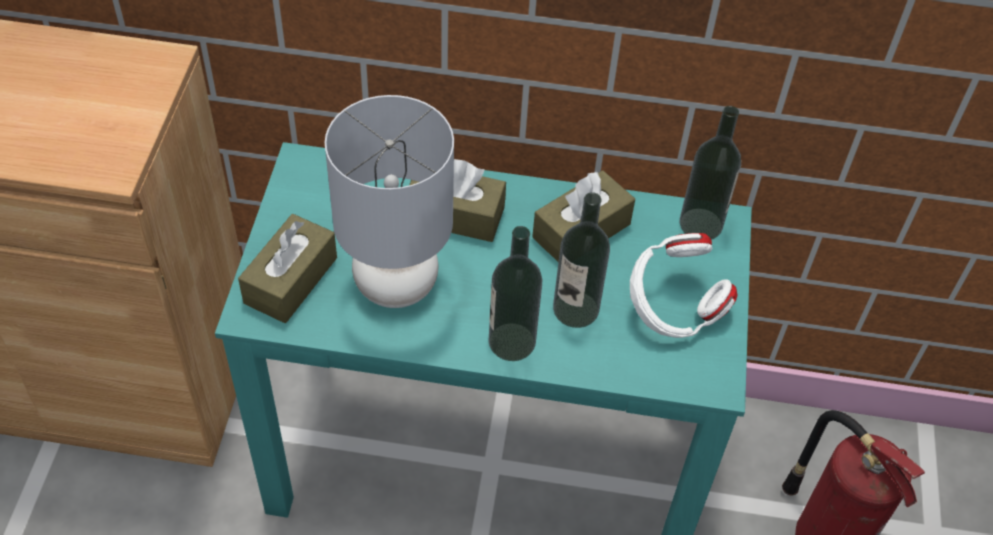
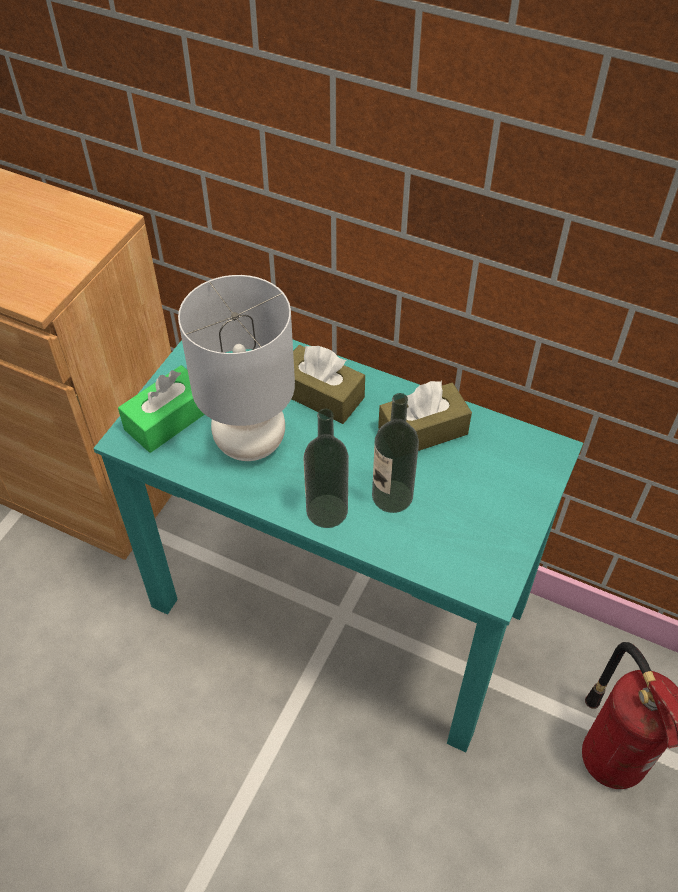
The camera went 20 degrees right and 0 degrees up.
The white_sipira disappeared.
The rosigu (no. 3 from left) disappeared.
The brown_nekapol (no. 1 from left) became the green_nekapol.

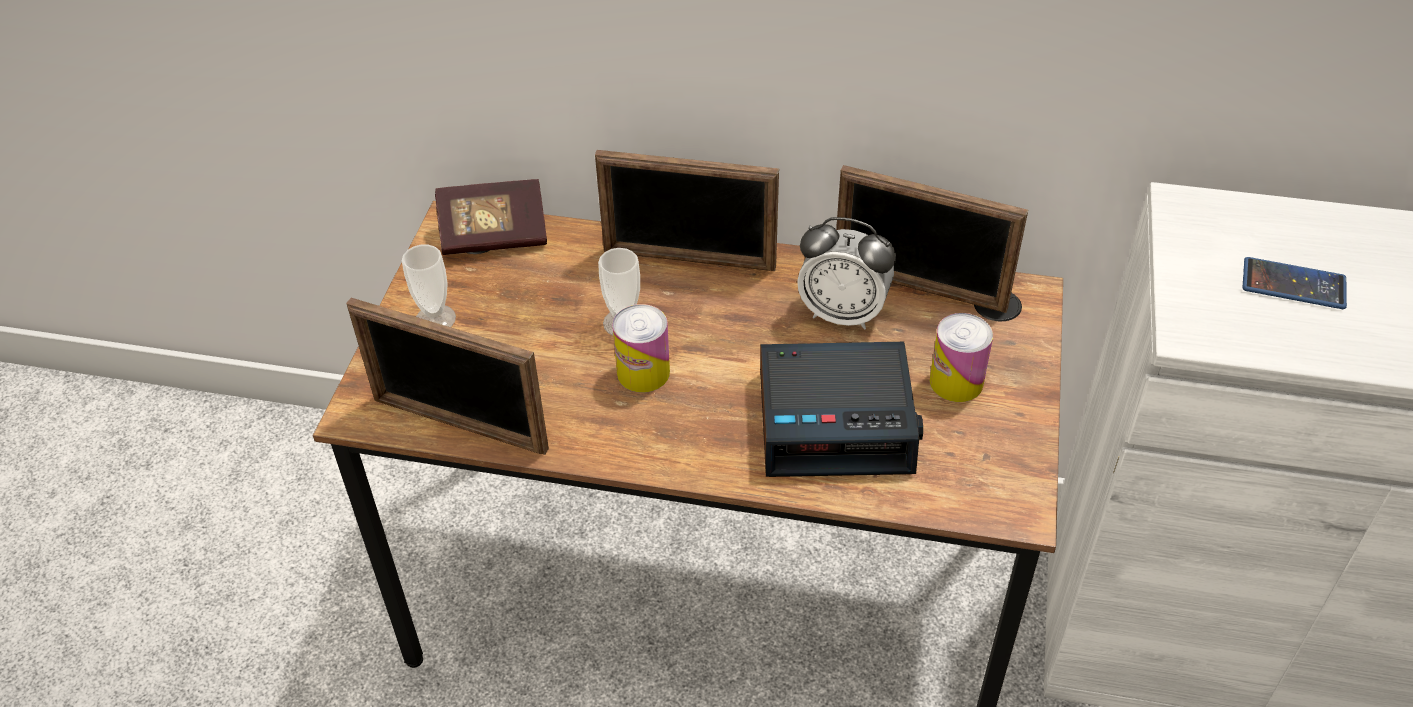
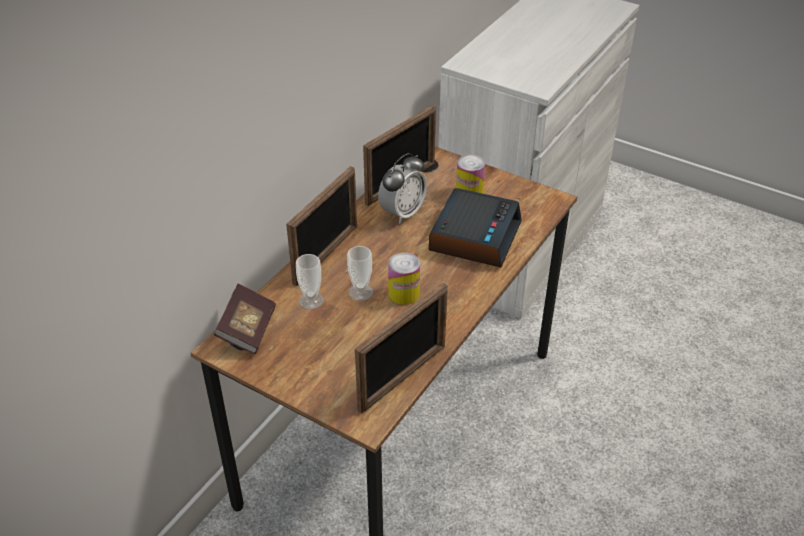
The camera went 70 degrees left and 5 degrees down.
The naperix disappeared.
The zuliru (no. 1 from left) moved.

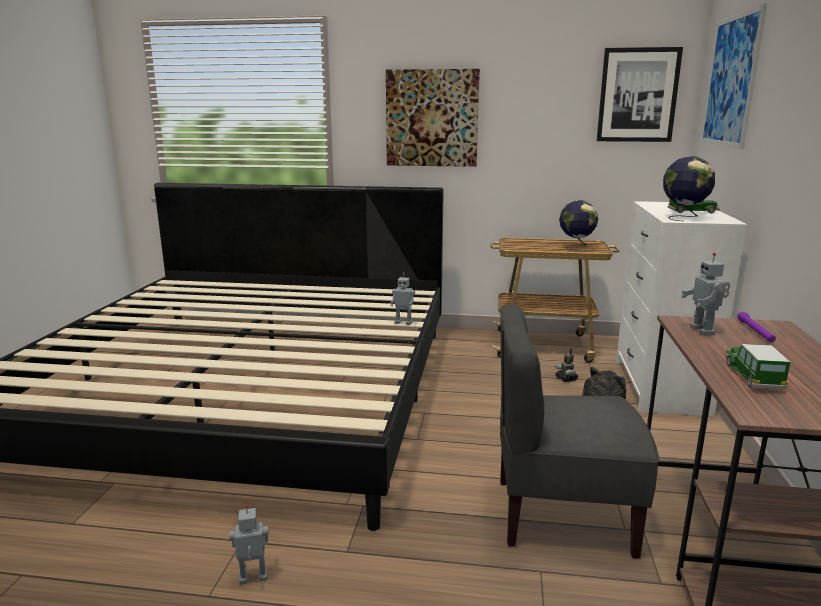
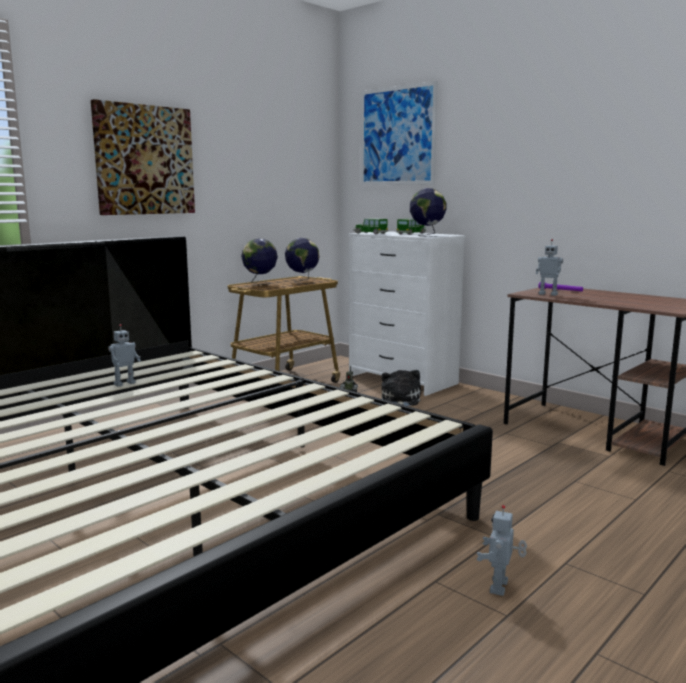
The camera went 55 degrees left and 5 degrees down.
The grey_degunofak disappeared.
The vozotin (no. 2 from left) disappeared.
The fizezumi (no. 1 from left) appeared.
The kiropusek (no. 2 from left in the first image) moved.
The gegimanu (no. 2 from left in the first image) moved.

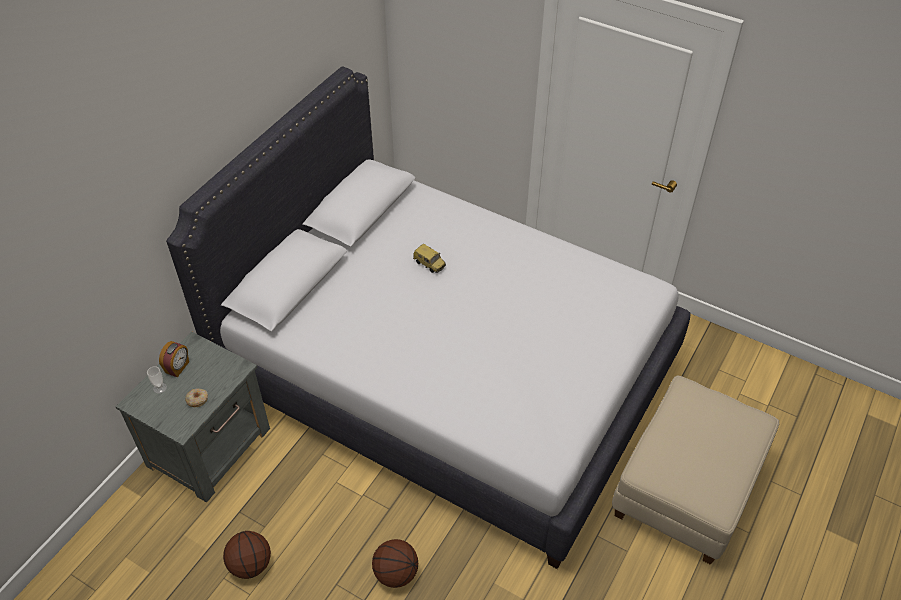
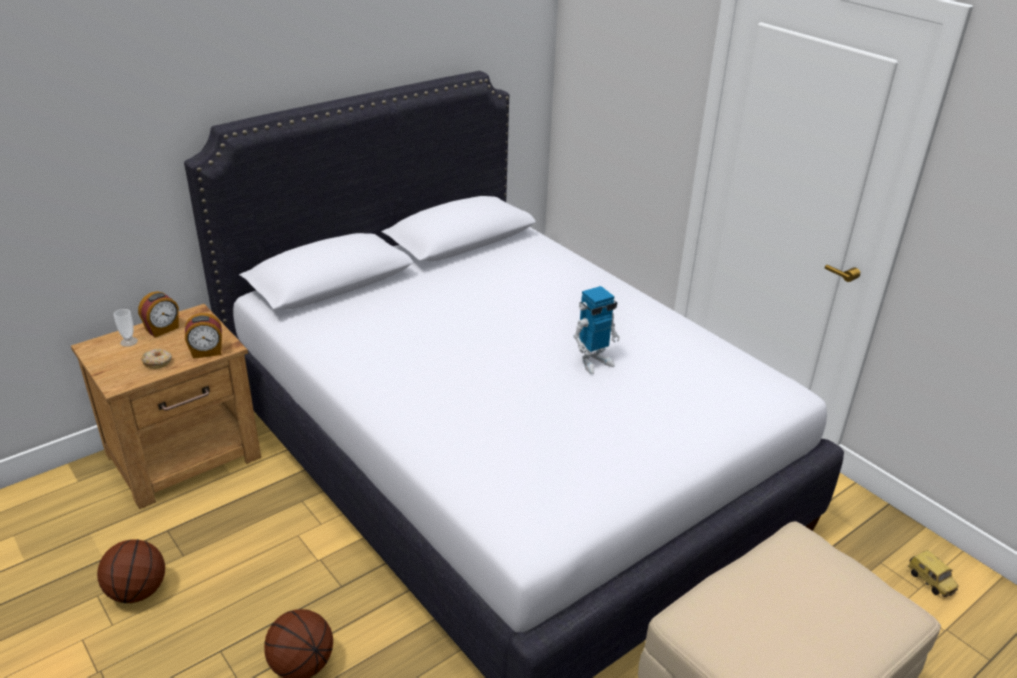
The camera went 20 degrees right and 15 degrees down.
The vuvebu (no. 2 from left) appeared.
The kiropusek appeared.
The gegimanu moved.
The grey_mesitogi became the brown_mesitogi.

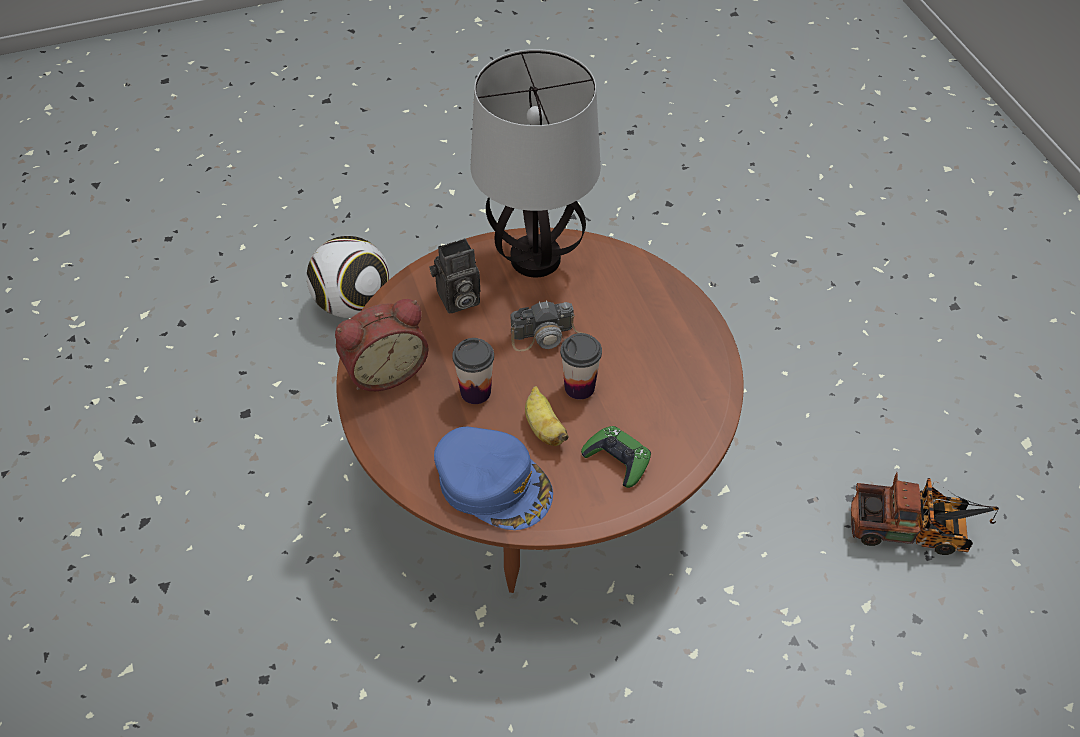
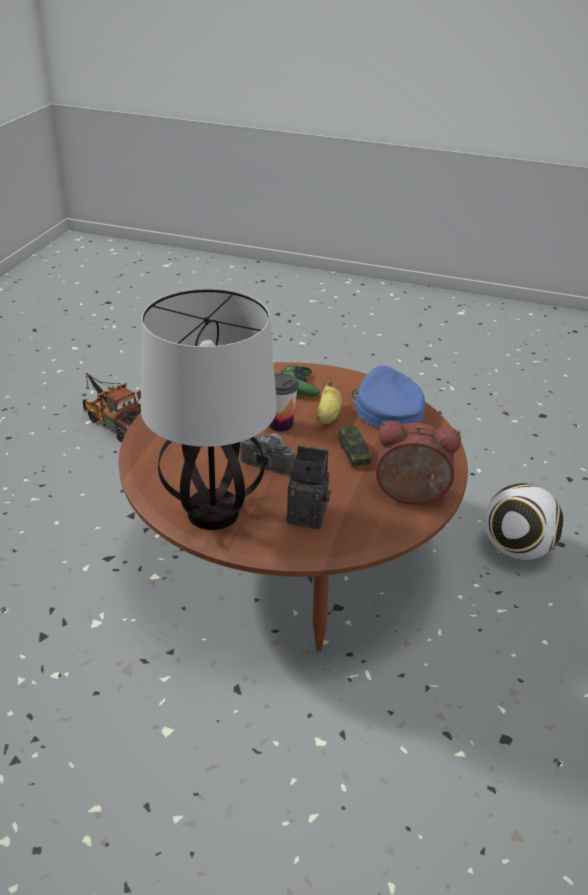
The camera went 145 degrees left and 15 degrees down.
The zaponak moved.
The zuliru (no. 1 from left) was replaced by the gegimanu.

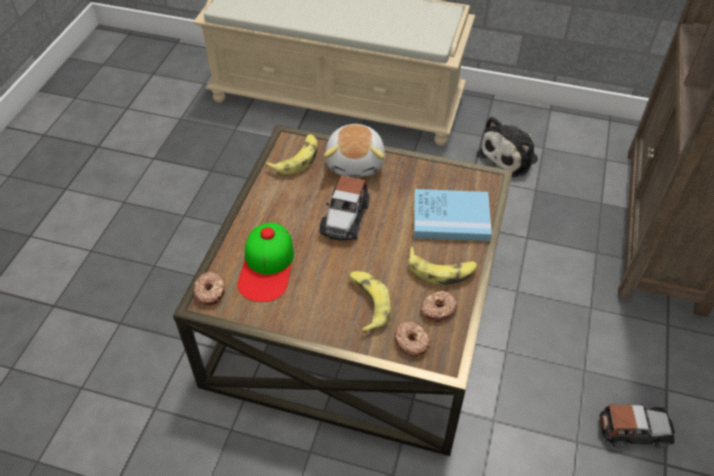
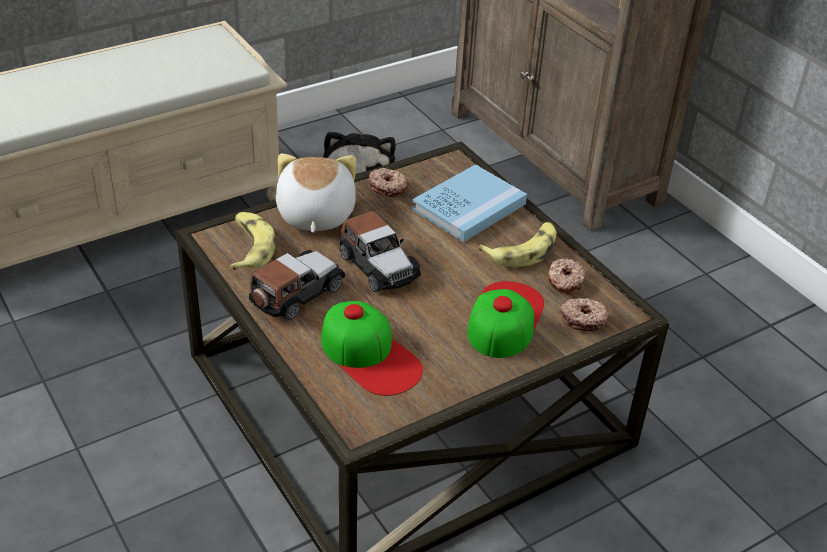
The camera went 50 degrees left and 10 degrees down.
The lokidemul (no. 1 from left) moved.
The gegimanu (no. 2 from left in the first image) moved.
The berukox (no. 2 from left) was replaced by the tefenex (no. 2 from left).
The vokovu (no. 1 from left) turned 135 degrees counterclockwise.

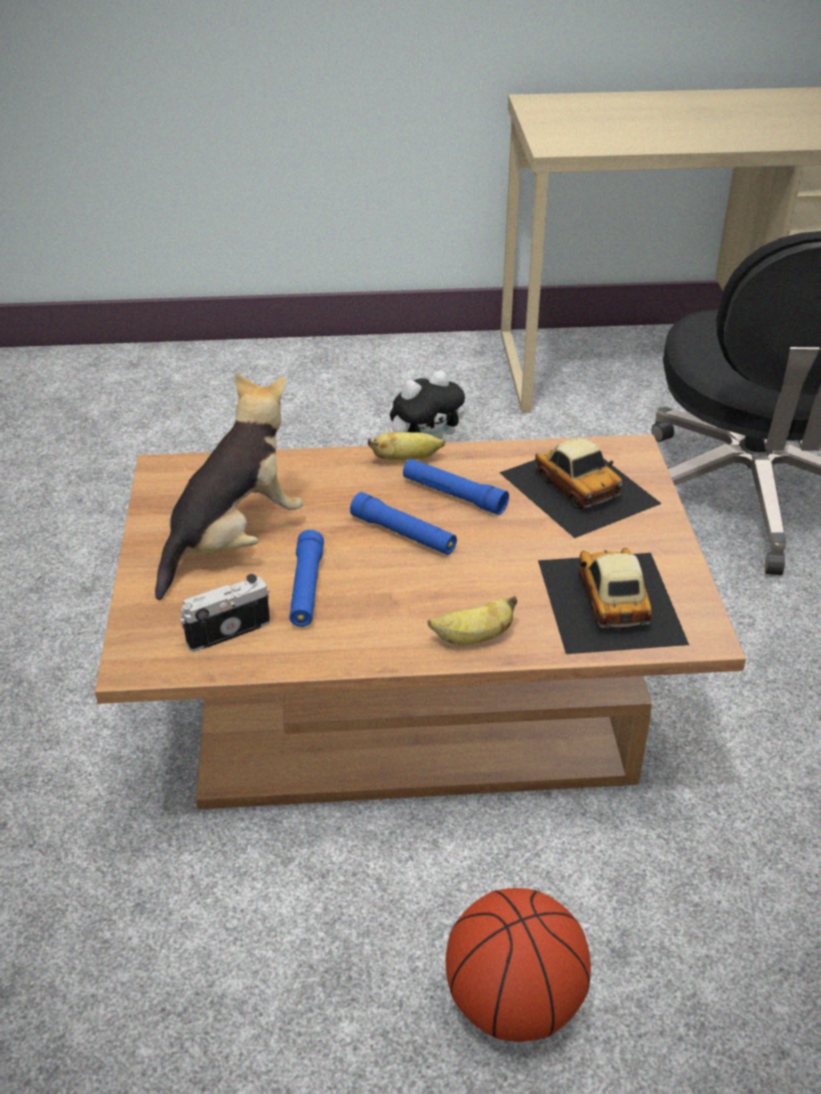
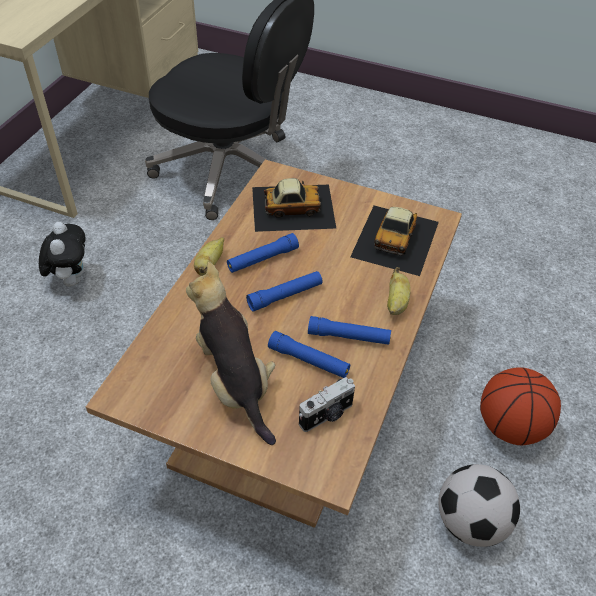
The camera went 65 degrees left and 10 degrees up.
The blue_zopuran (no. 4 from left) appeared.
The zaponak appeared.
The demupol turned 120 degrees counterclockwise.
The gegimanu (no. 2 from left) turned 90 degrees counterclockwise.

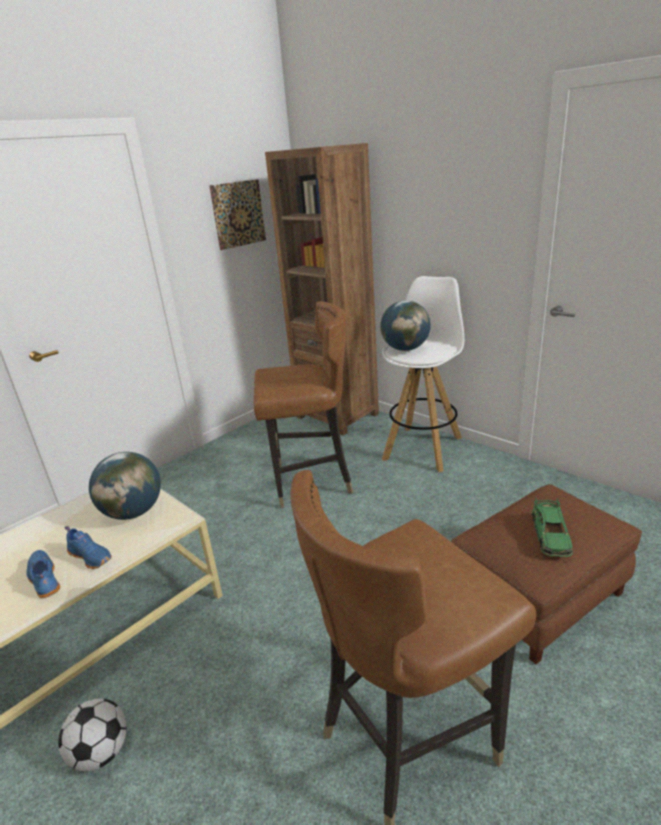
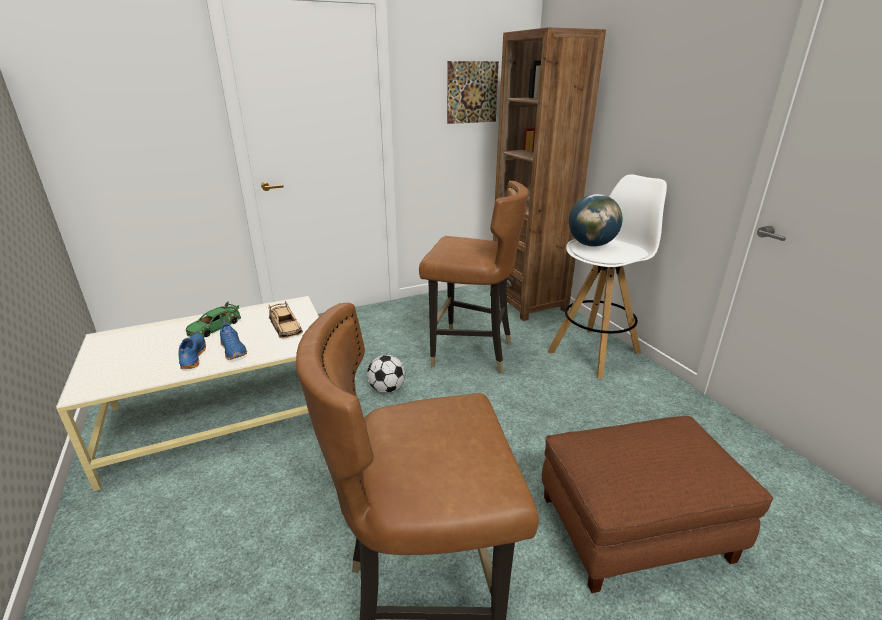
The camera went 20 degrees right and 0 degrees up.
The zaponak moved.
The green_gegimanu moved.
The fizezumi (no. 1 from left) was replaced by the beige_gegimanu.

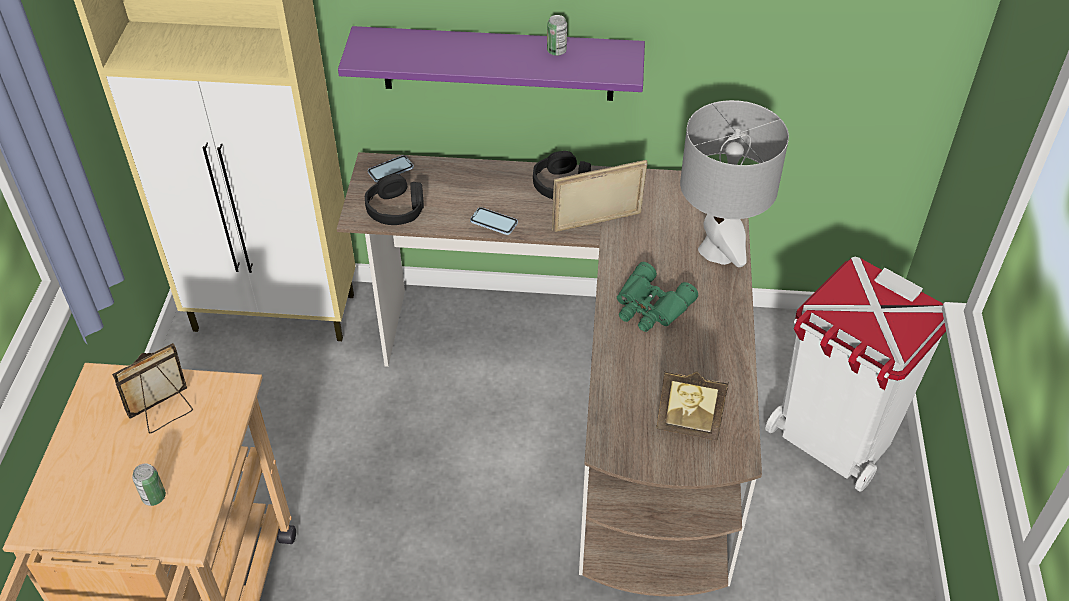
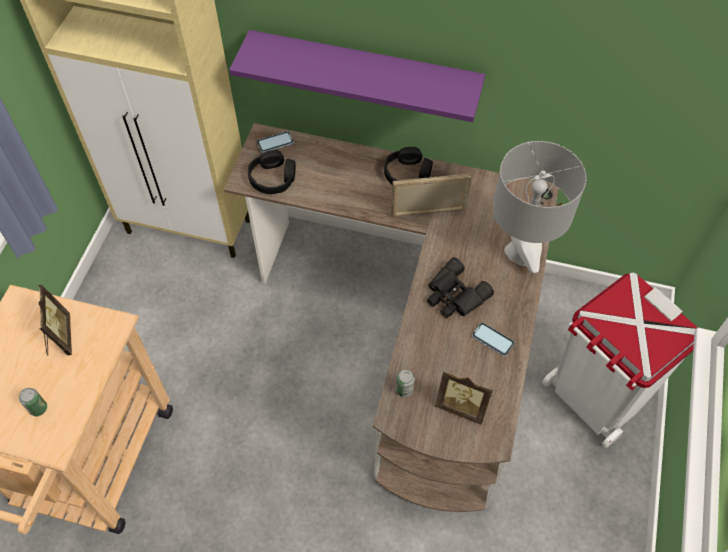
The camera went 10 degrees right and 10 degrees up.
The naperix (no. 2 from left) moved.
The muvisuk (no. 2 from left) moved.
The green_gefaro became the black_gefaro.
The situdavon (no. 1 from left) turned 105 degrees clockwise.

